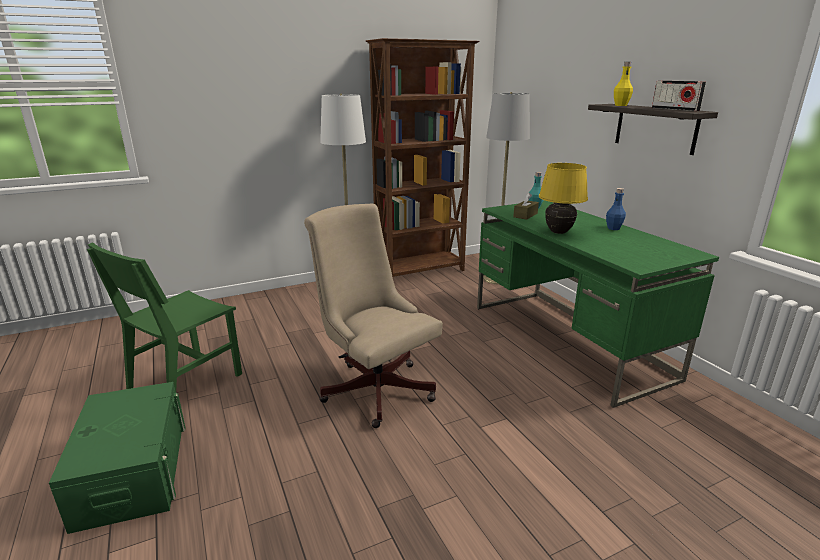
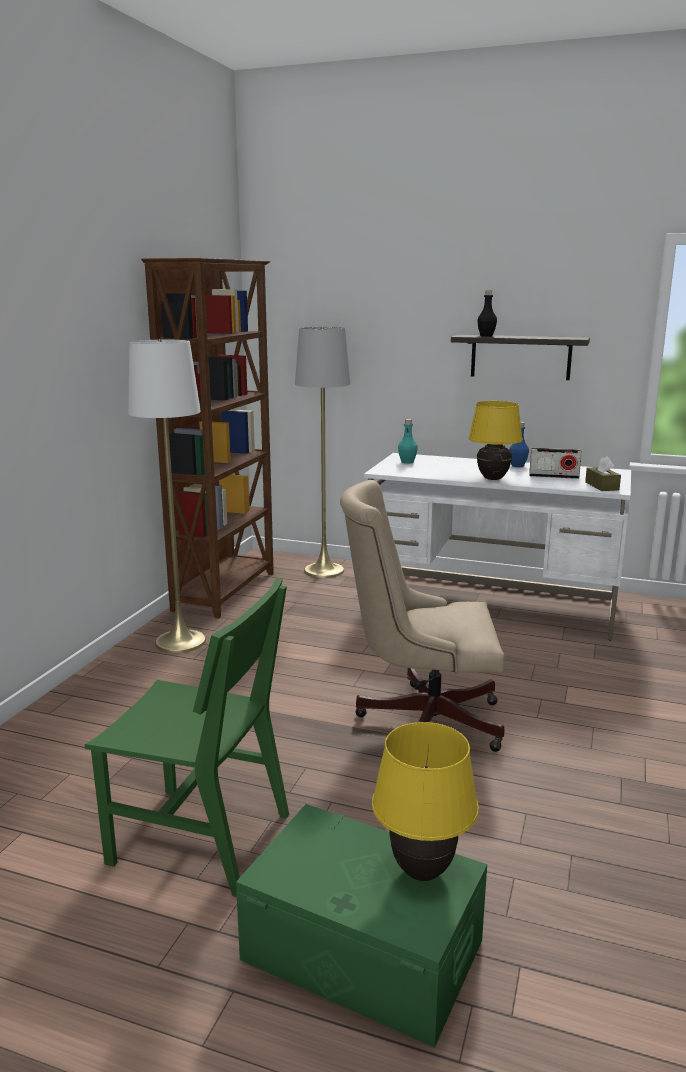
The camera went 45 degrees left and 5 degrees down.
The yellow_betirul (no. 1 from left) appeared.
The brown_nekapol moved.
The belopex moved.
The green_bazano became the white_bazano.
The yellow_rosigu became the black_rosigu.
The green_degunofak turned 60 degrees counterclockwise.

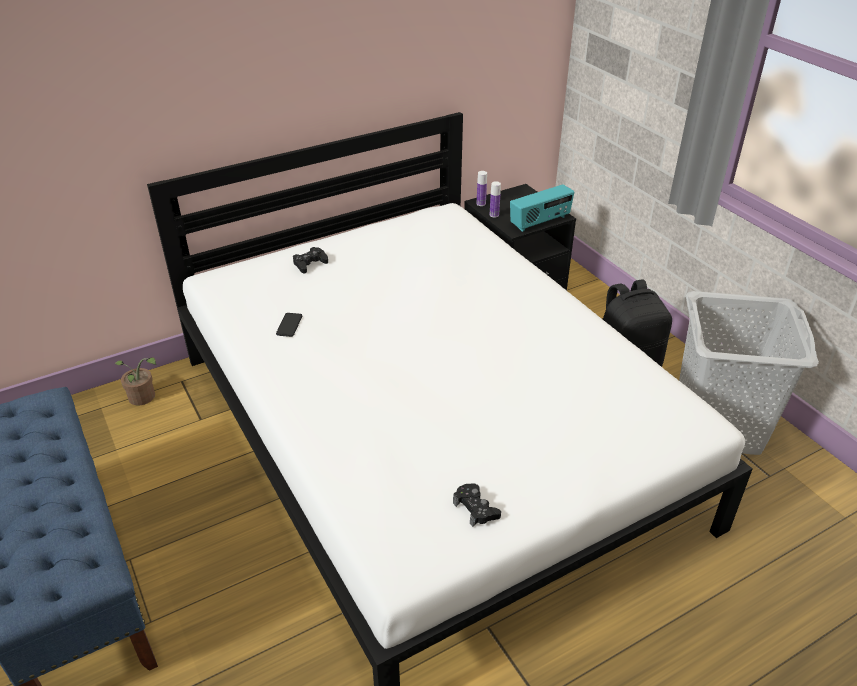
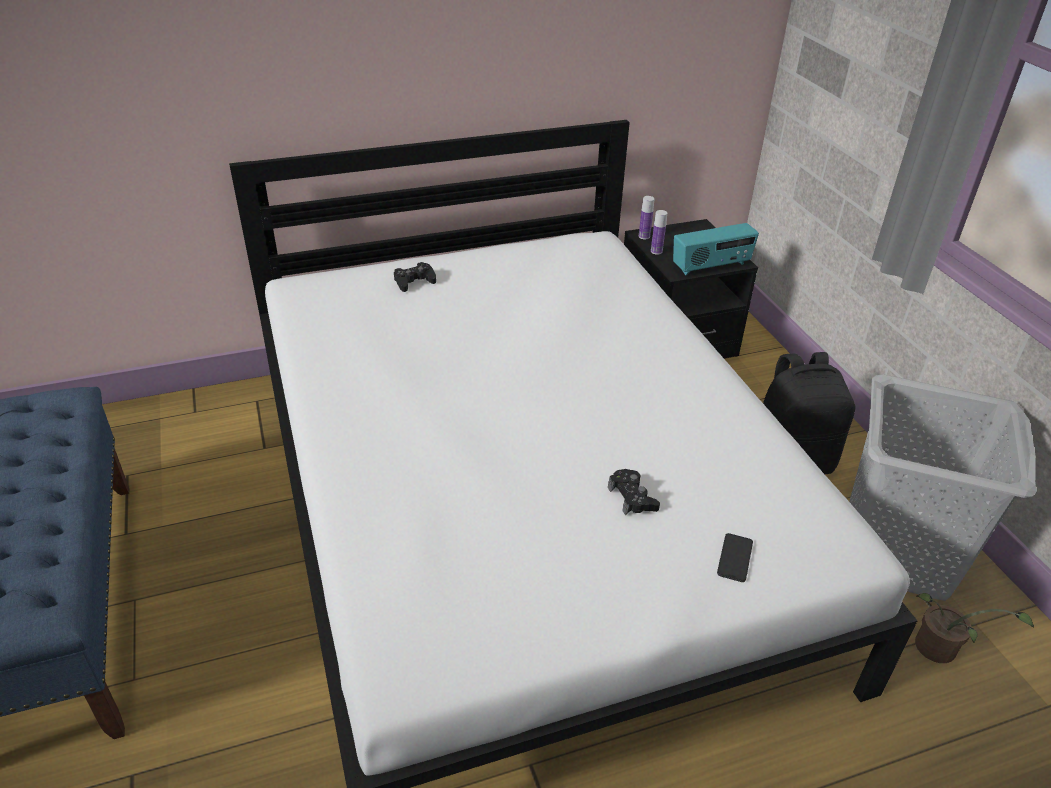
The camera went 10 degrees right and 0 degrees up.
The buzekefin moved.
The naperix moved.
The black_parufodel (no. 2 from left) moved.

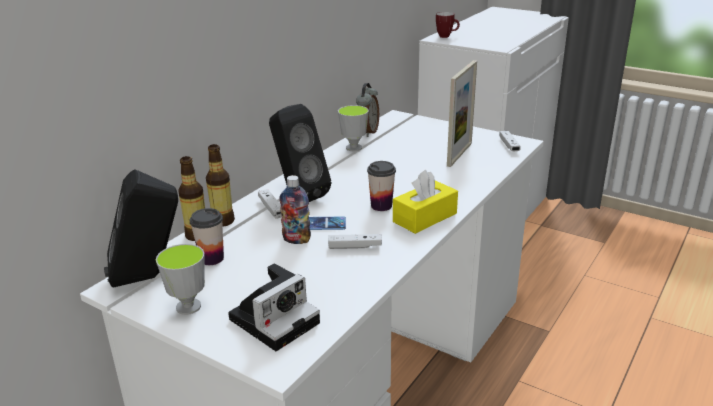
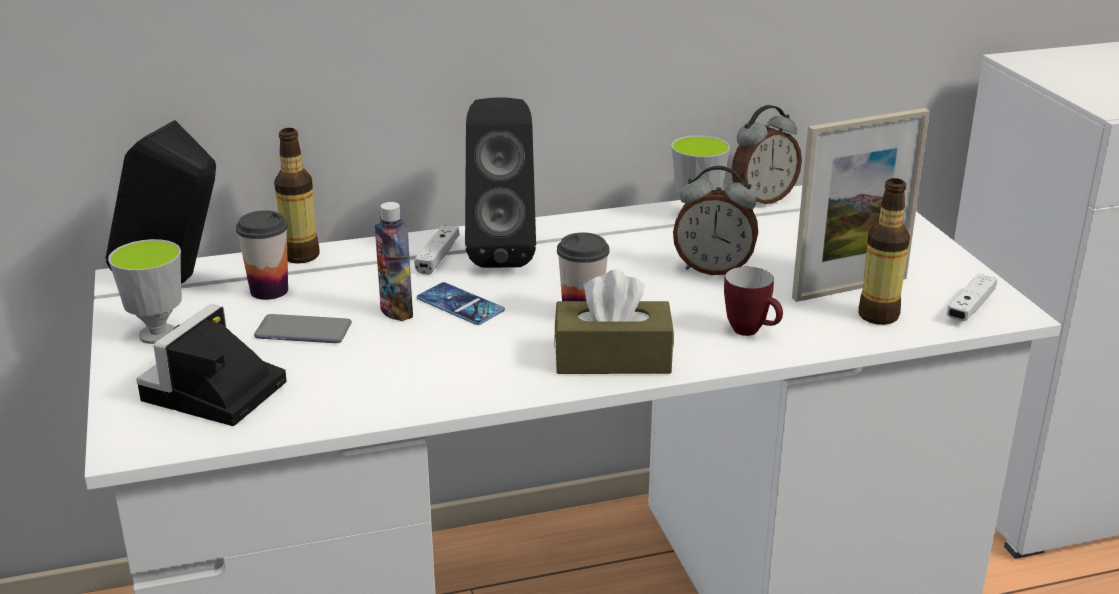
The camera went 40 degrees right and 0 degrees up.
The white_parufodel (no. 2 from left) disappeared.
The naperix (no. 1 from left) appeared.
The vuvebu (no. 1 from left) appeared.
The rosigu (no. 2 from left in the first image) moved.
The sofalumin moved.
The yellow_nekapol became the brown_nekapol.
The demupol turned 120 degrees clockwise.

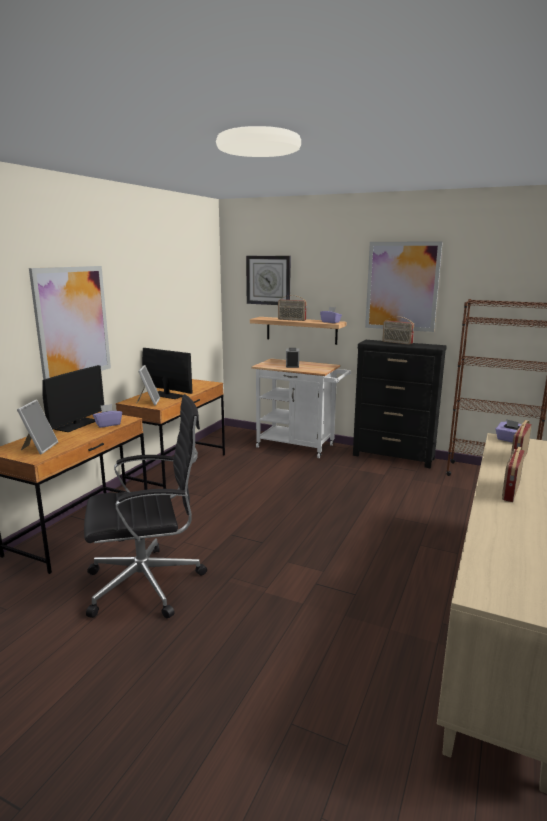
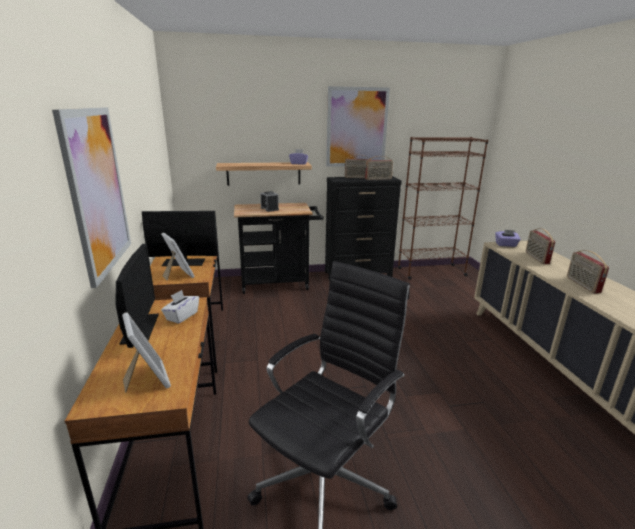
The camera went 35 degrees left and 5 degrees up.
The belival disappeared.
The belopex (no. 1 from left in the first image) moved.
The purple_nekapol (no. 1 from left) became the white_nekapol.
The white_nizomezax became the black_nizomezax.

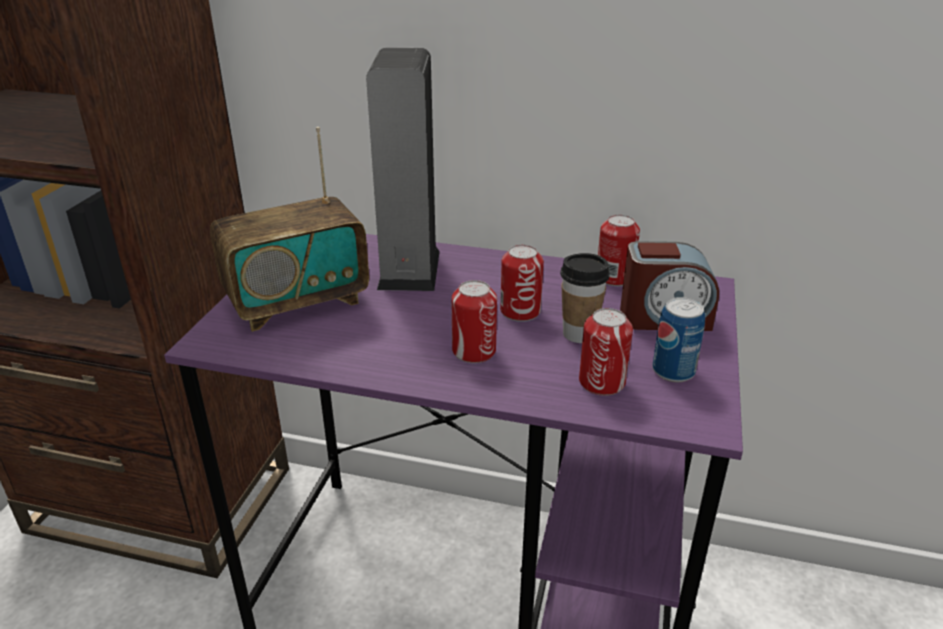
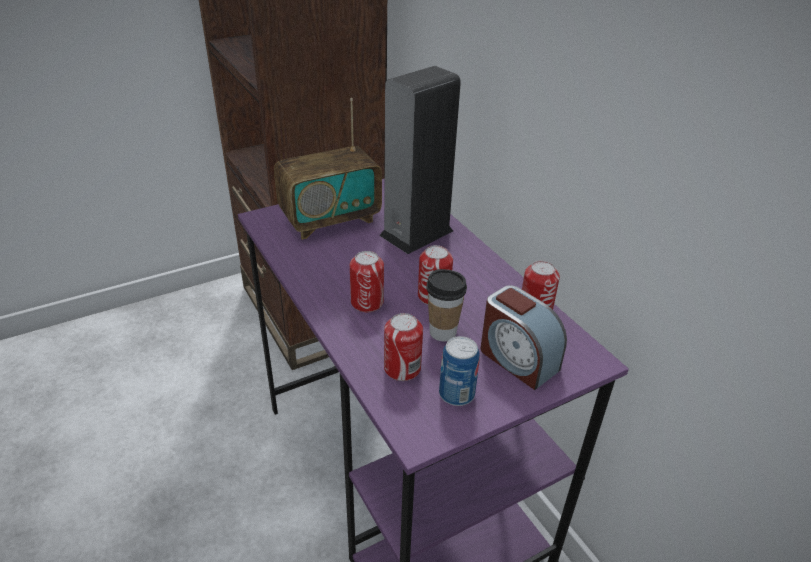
The camera went 45 degrees right and 5 degrees up.
The belopex turned 45 degrees counterclockwise.

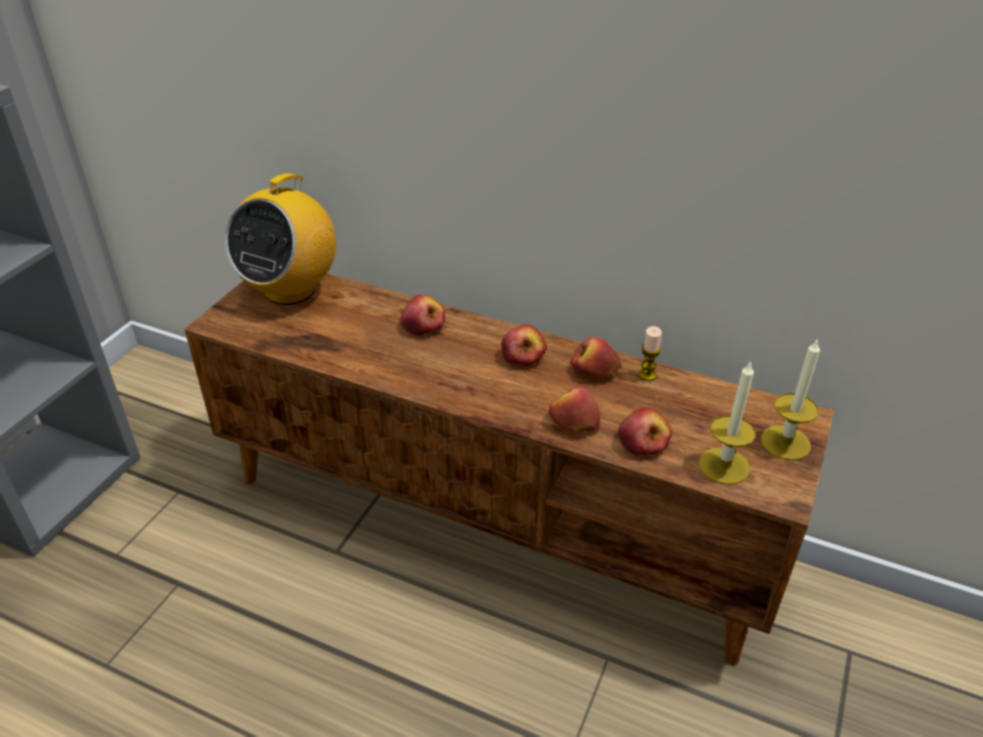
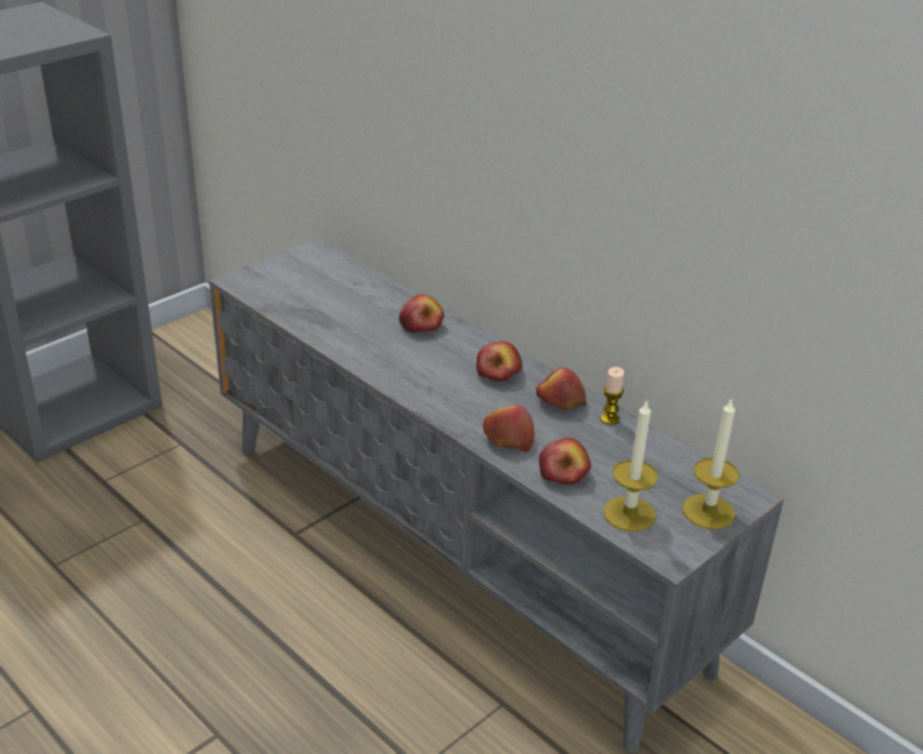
The camera went 20 degrees right and 5 degrees down.
The belopex disappeared.
The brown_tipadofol became the grey_tipadofol.

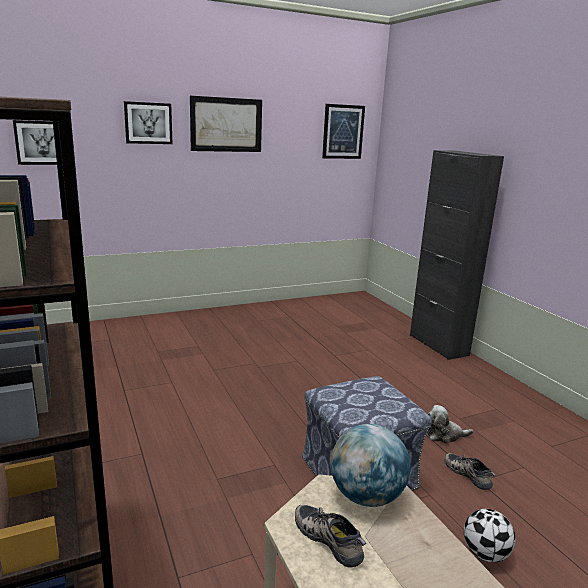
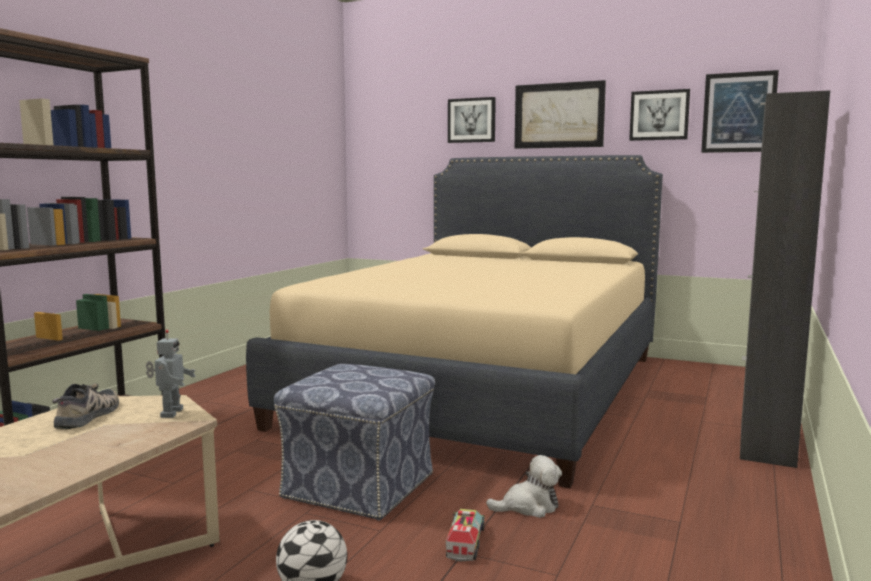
The camera went 50 degrees right and 10 degrees down.
The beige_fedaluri appeared.
The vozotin (no. 1 from left in the first image) moved.
The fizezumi was replaced by the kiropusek.
The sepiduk (no. 2 from left) was replaced by the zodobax.
The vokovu turned 120 degrees clockwise.

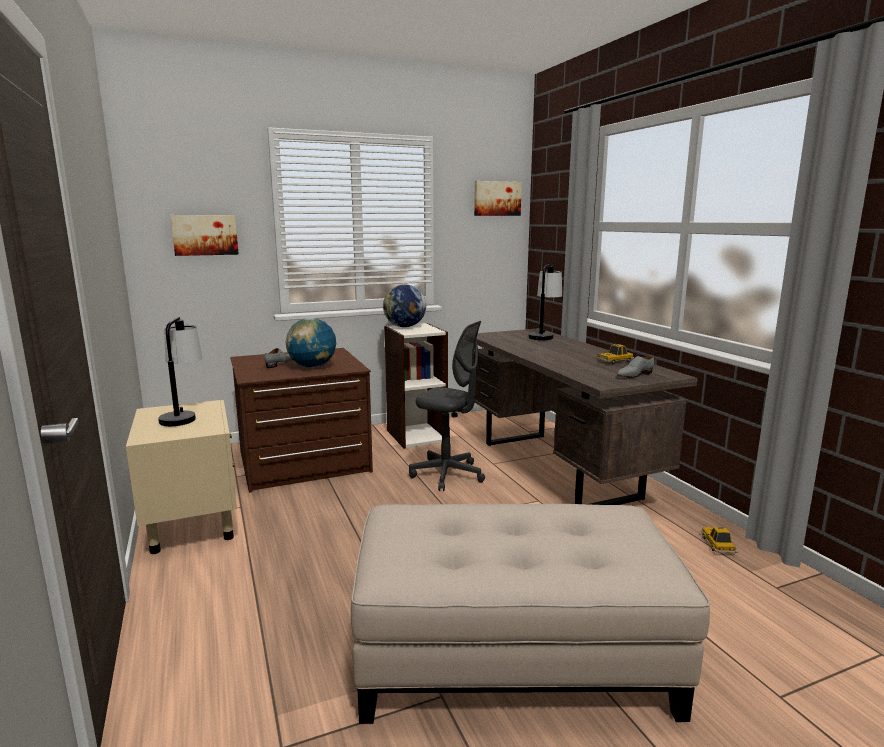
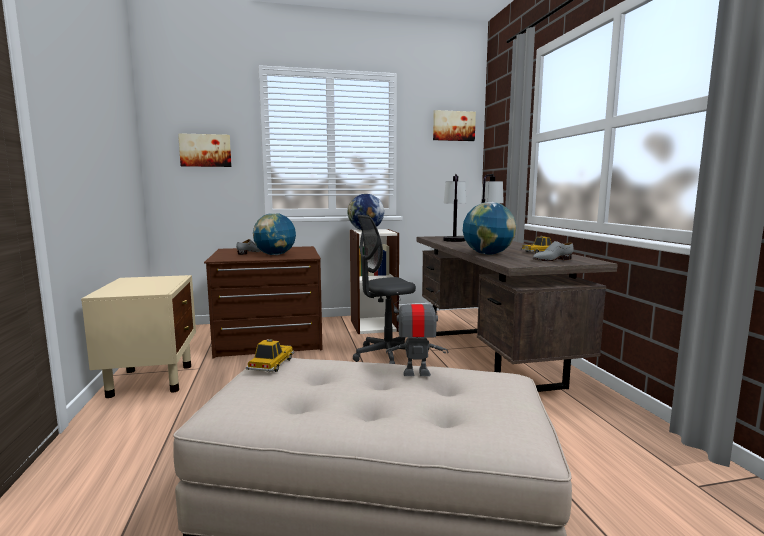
The camera went 10 degrees right and 5 degrees down.
The kiropusek appeared.
The fizezumi (no. 3 from left) appeared.
The betirul (no. 1 from left) moved.
The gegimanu (no. 2 from left in the first image) moved.
The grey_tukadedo turned 120 degrees clockwise.

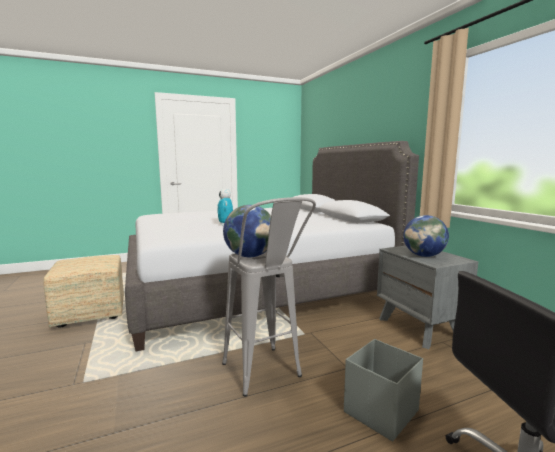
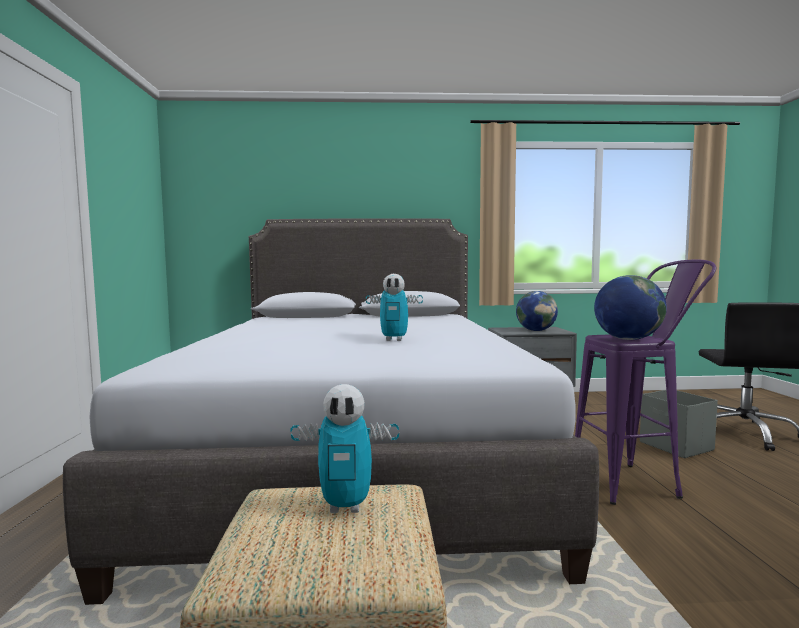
The camera went 70 degrees left and 5 degrees down.
The kiropusek (no. 1 from left) appeared.
The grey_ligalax became the purple_ligalax.

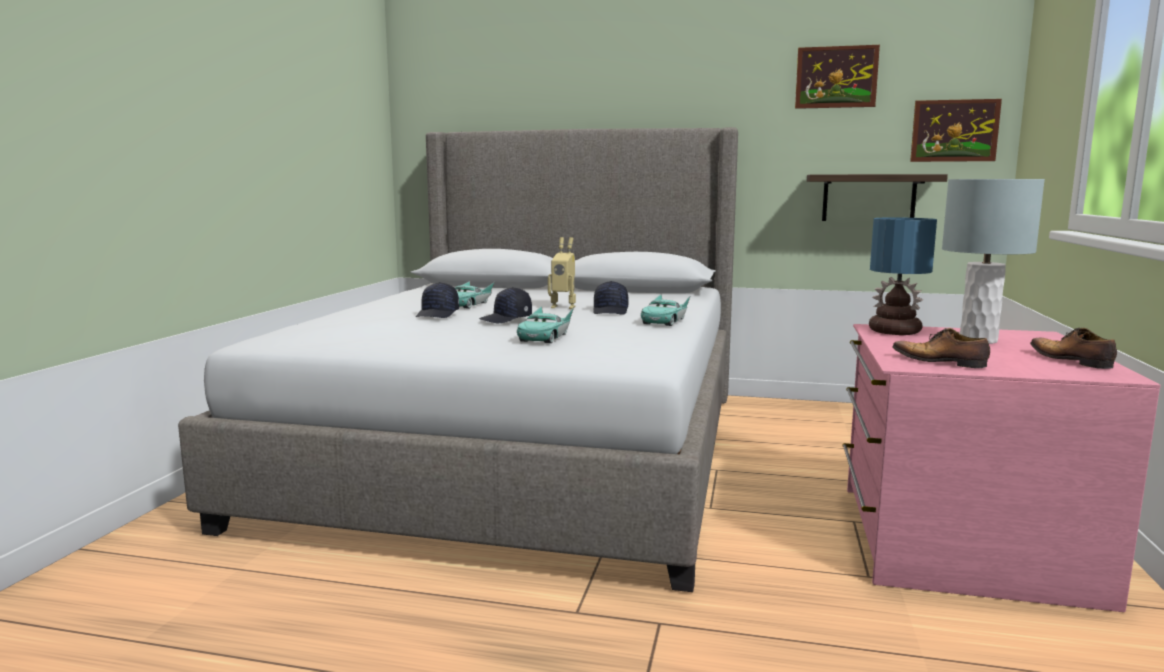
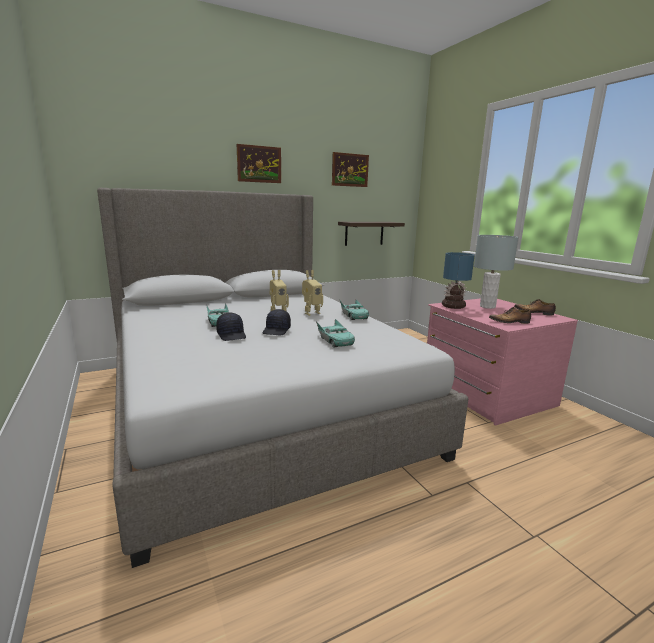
The camera went 40 degrees left and 5 degrees up.
The vozotin (no. 2 from left in the first image) moved.
The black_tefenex (no. 3 from left) was replaced by the kiropusek (no. 2 from left).

